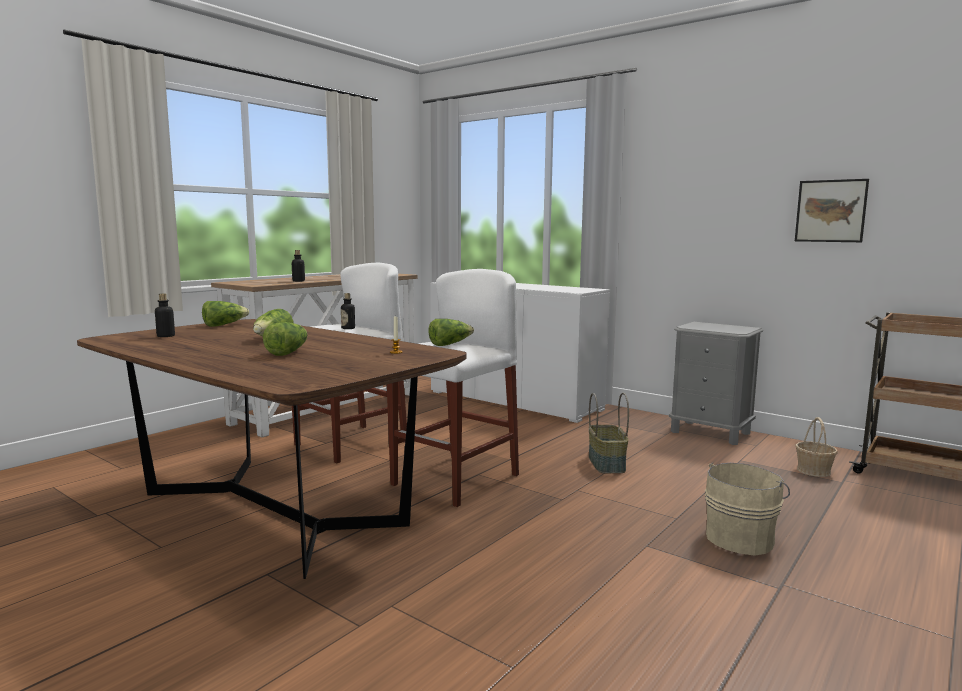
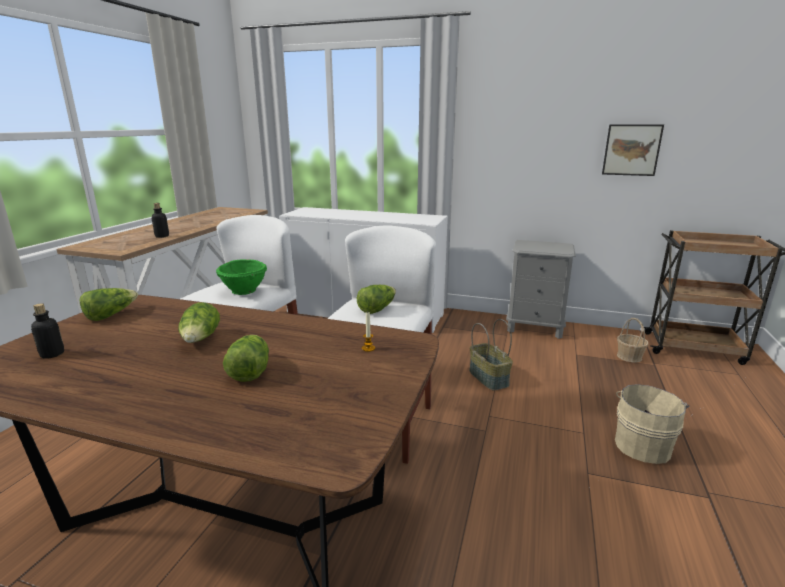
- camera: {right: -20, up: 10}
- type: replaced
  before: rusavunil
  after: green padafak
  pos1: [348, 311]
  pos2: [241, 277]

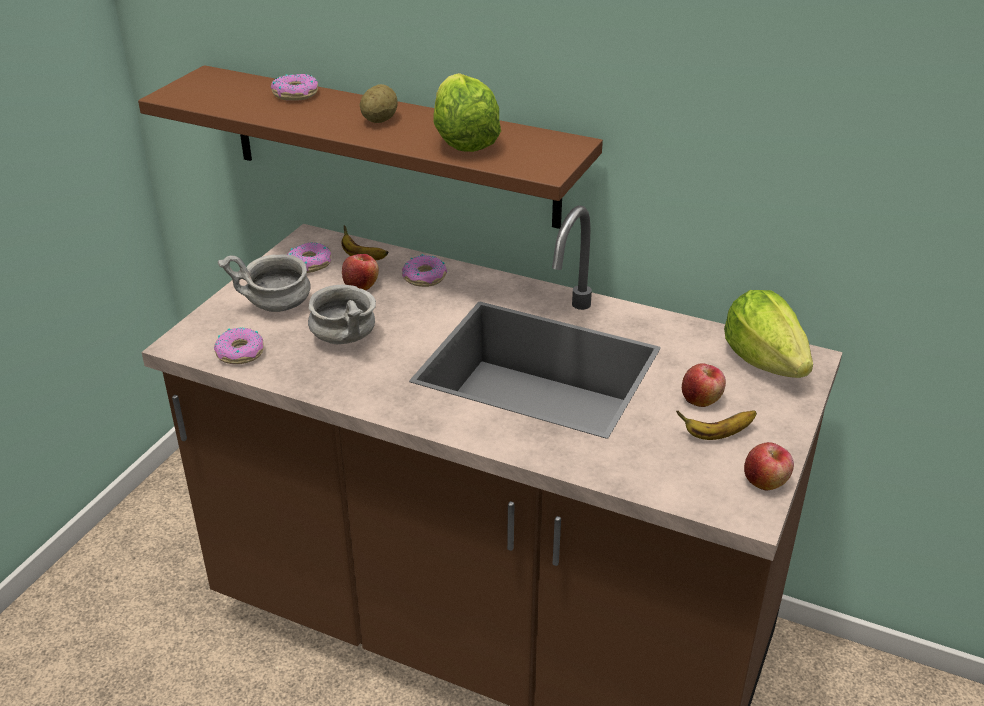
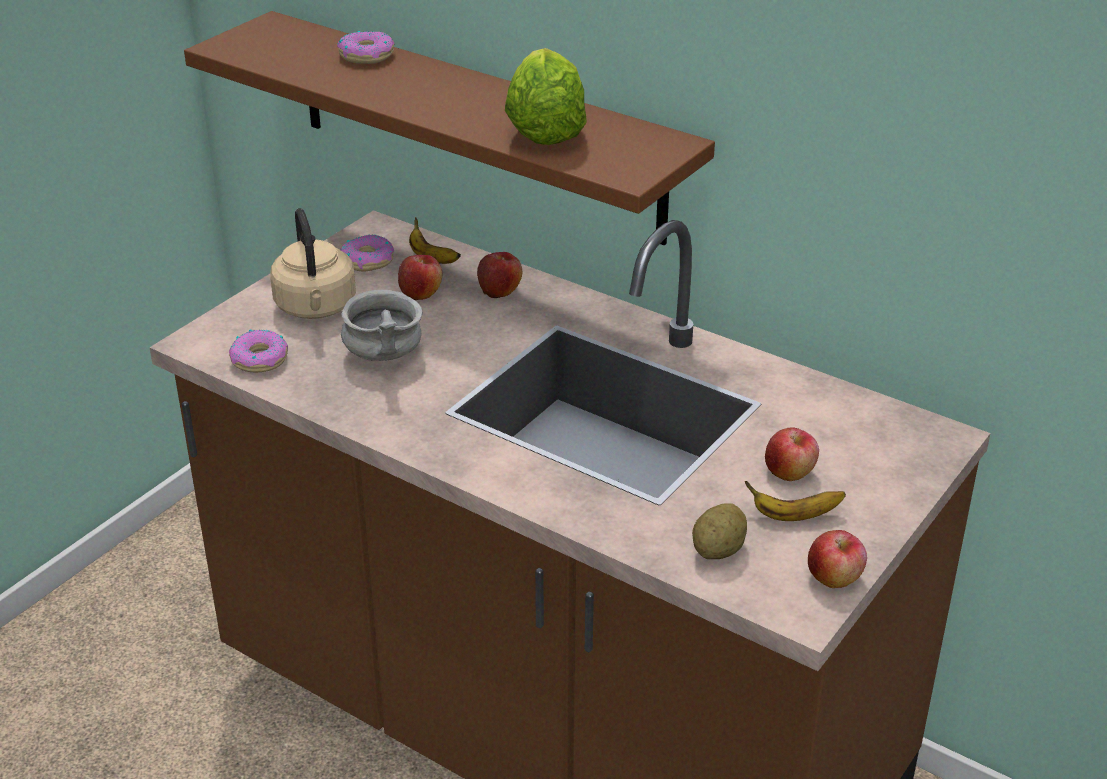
- camera: {right: 10, up: 0}
- type: replaced
  before: grey padafak
  after: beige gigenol
  pos1: [264, 283]
  pos2: [313, 263]
- type: replaced
  before: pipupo
  after: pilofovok
  pos1: [424, 270]
  pos2: [499, 275]
- type: moved
  before: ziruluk
  pos1: [379, 103]
  pos2: [719, 531]
- type: removed
  before: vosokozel
  pos1: [768, 334]

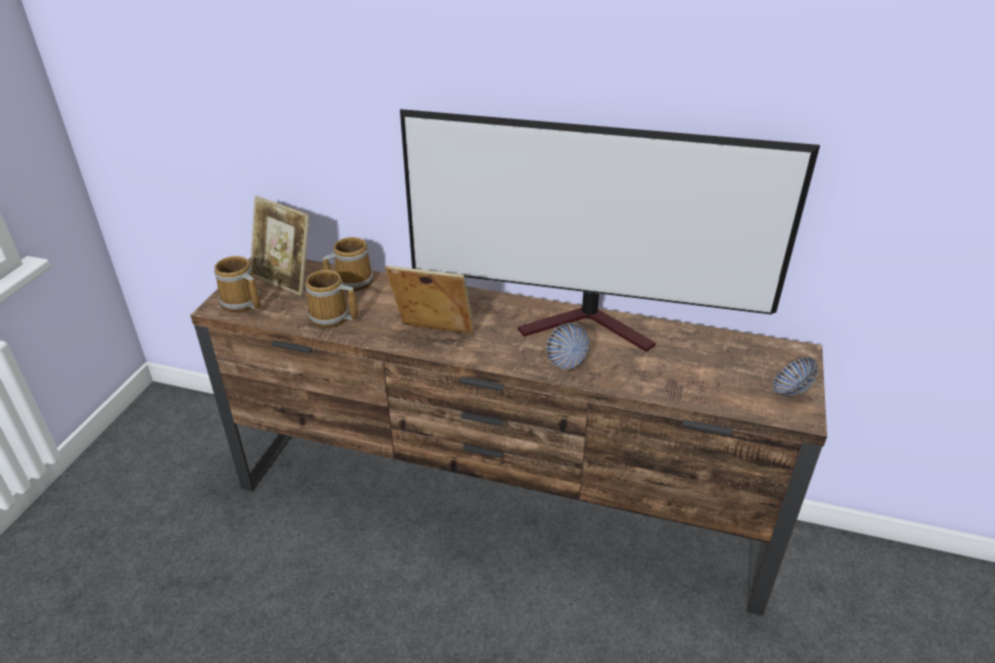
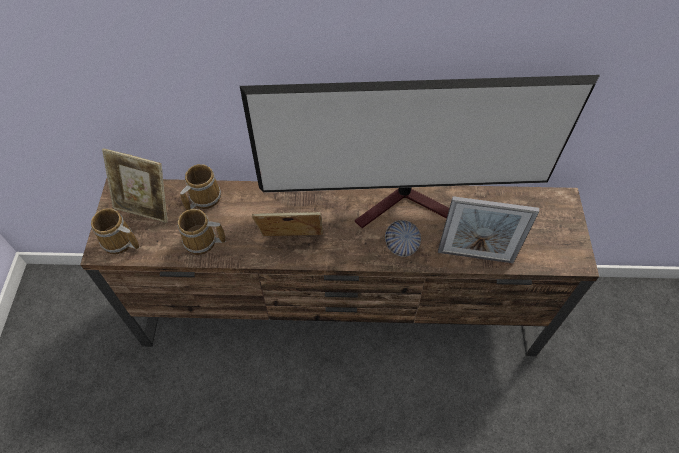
- camera: {right: -15, up: 20}
- type: added
  after: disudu
  pos2: [488, 229]
- type: removed
  before: padafak
  pos1: [795, 376]

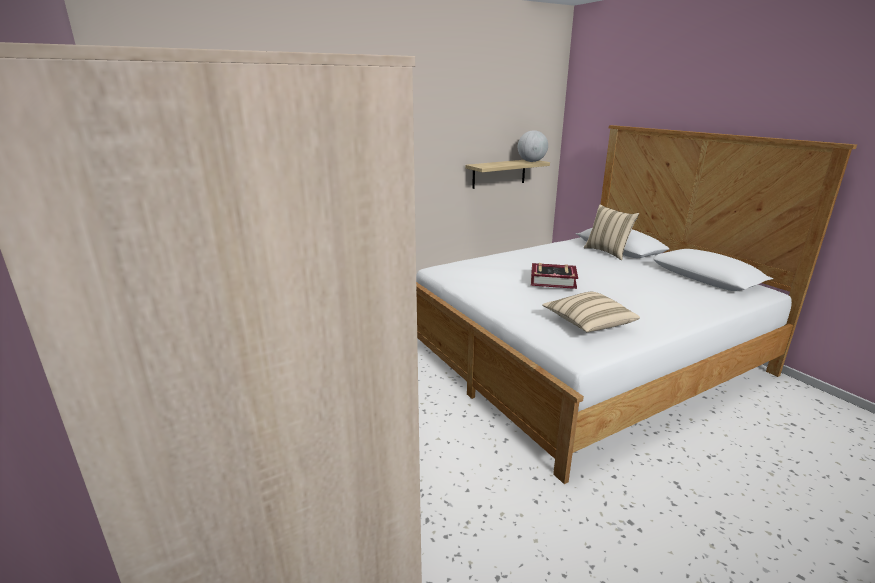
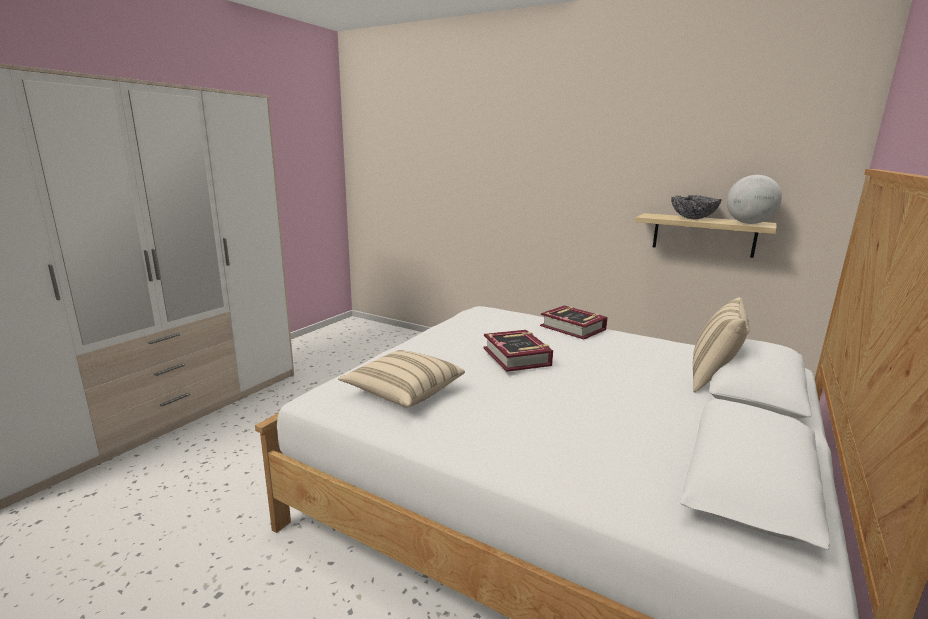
- camera: {right: 60, up: -5}
- type: added
  after: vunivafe
  pos2: [574, 322]
- type: added
  after: padafak
  pos2: [696, 207]

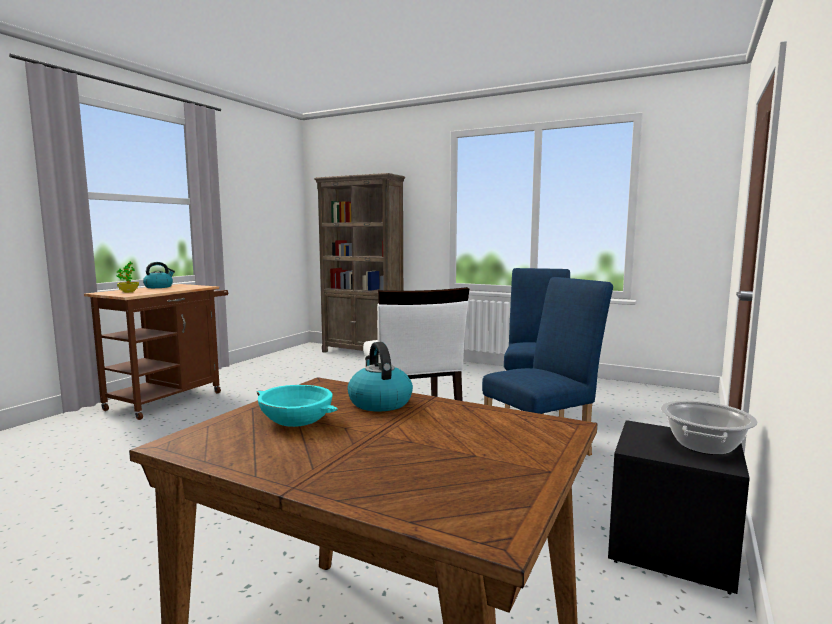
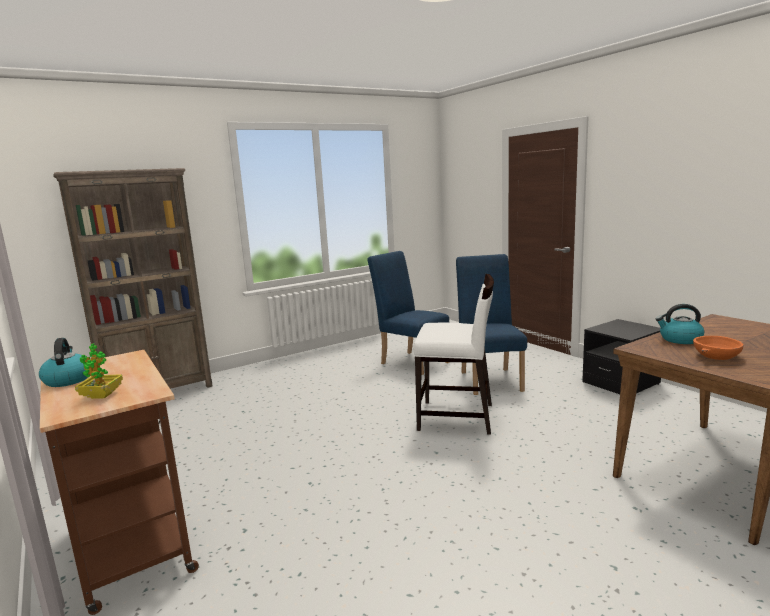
- camera: {right: -60, up: 5}
- type: recoloured
  before: turquoise padafak
  after: orange padafak
  pos1: [297, 406]
  pos2: [718, 348]
- type: removed
  before: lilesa
  pos1: [709, 427]

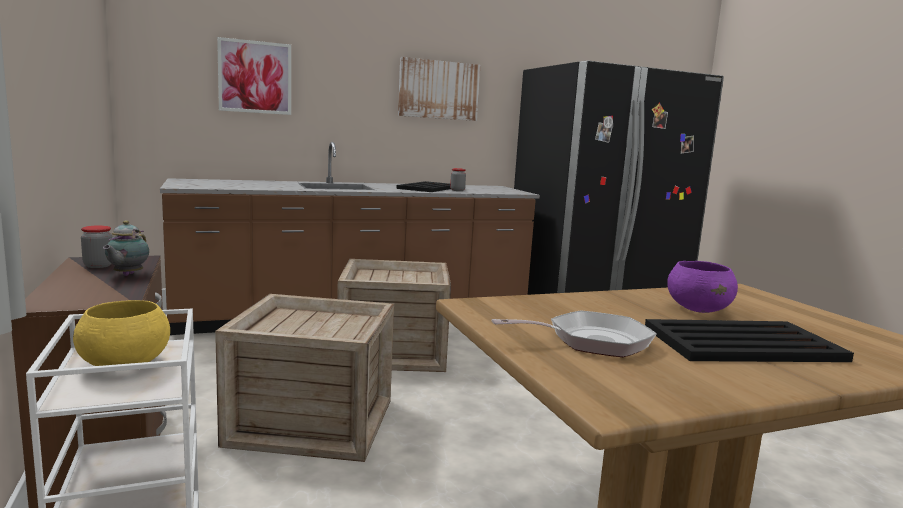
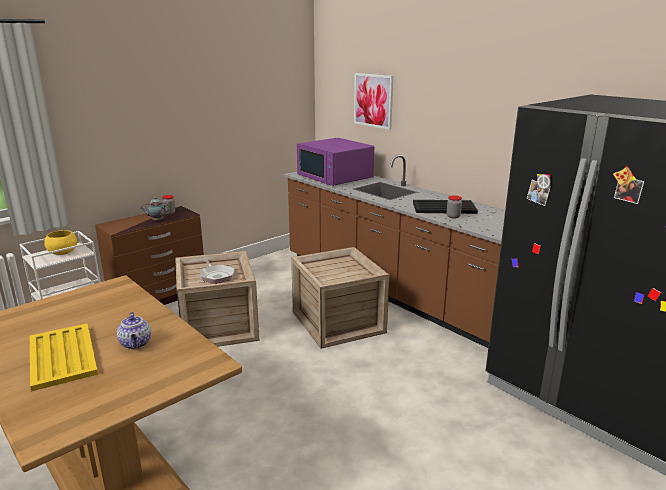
- camera: {right: 70, up: 10}
- type: recoloured
  before: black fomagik
  after: yellow fomagik
  pos1: [749, 340]
  pos2: [64, 357]
- type: replaced
  before: purple padafak
  after: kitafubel
  pos1: [702, 287]
  pos2: [134, 330]
- type: moved
  before: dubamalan
  pos1: [574, 333]
  pos2: [217, 270]
- type: added
  after: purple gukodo
  pos2: [335, 162]
- type: removed
  before: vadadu
  pos1: [439, 89]

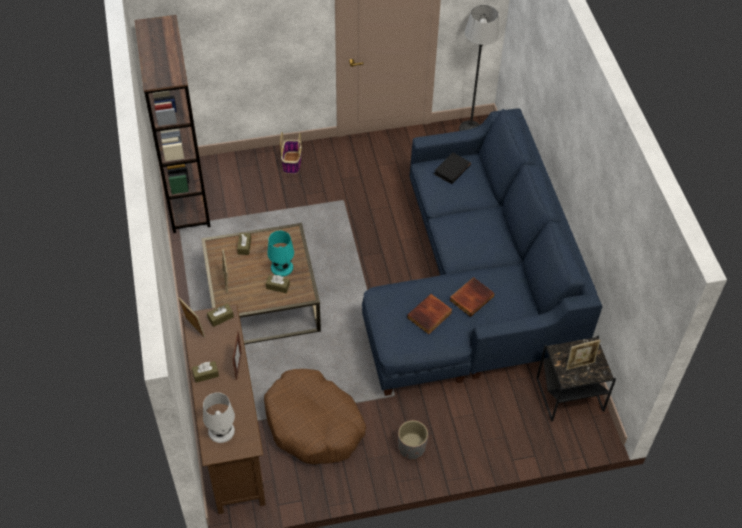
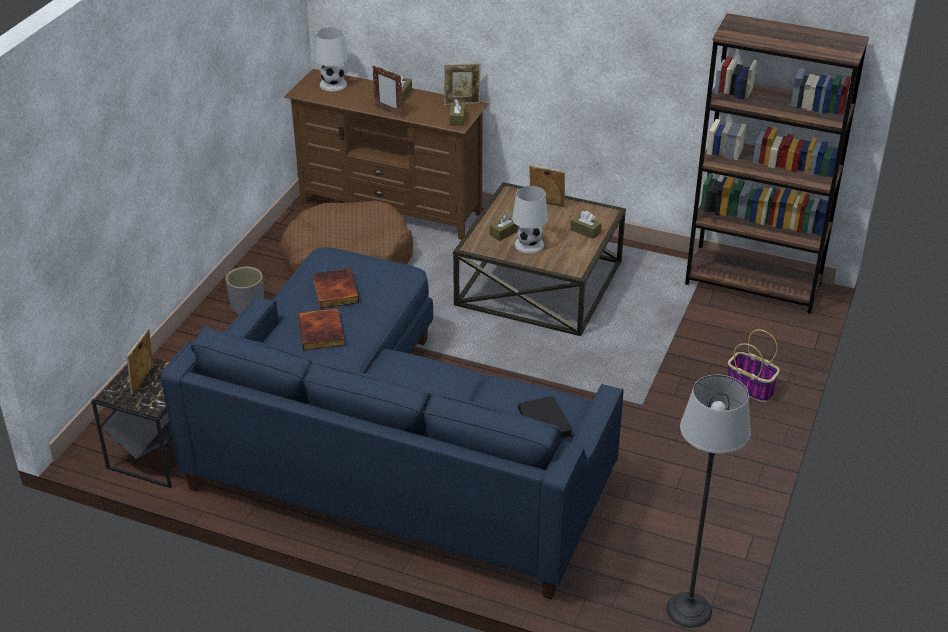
- camera: {right: 125, up: -15}
- type: recoloured
  before: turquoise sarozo
  after: white sarozo
  pos1: [280, 253]
  pos2: [530, 220]

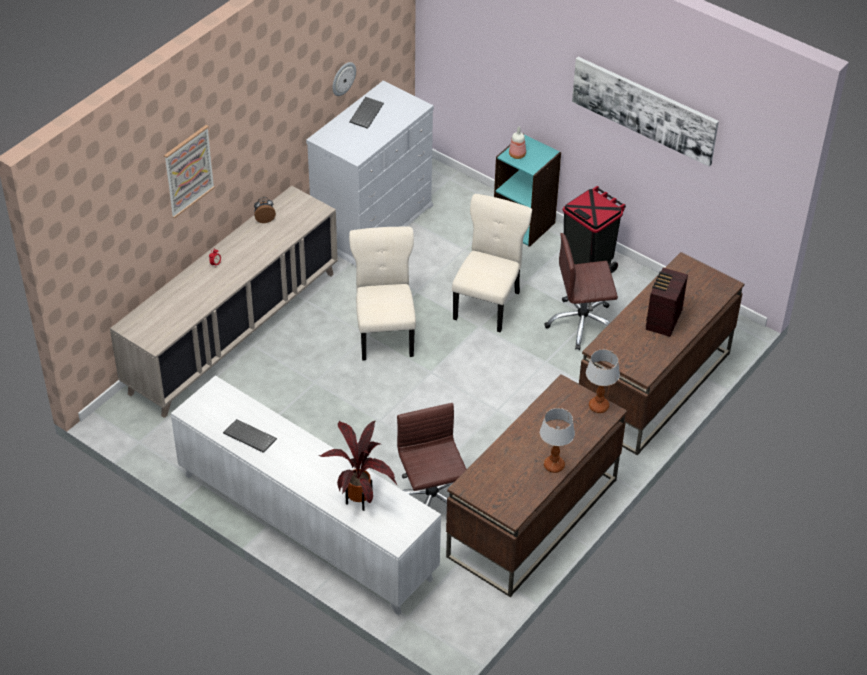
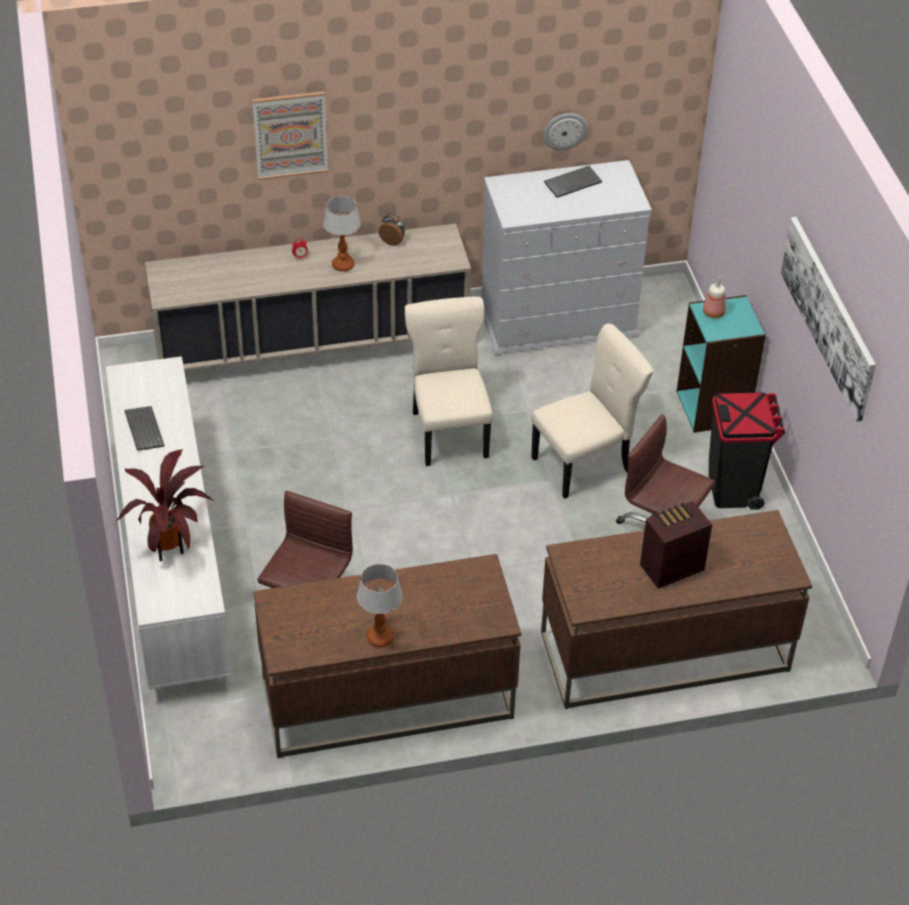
- camera: {right: 40, up: 0}
- type: moved
  before: sarozo
  pos1: [603, 381]
  pos2: [342, 233]
- type: turned
  before: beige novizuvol
  pos1: [382, 294]
  pos2: [449, 381]
  turn: -45

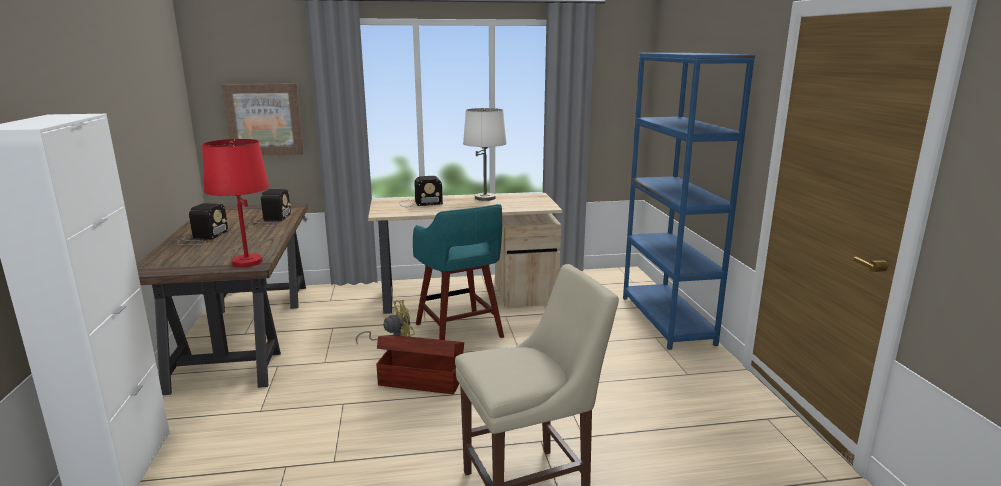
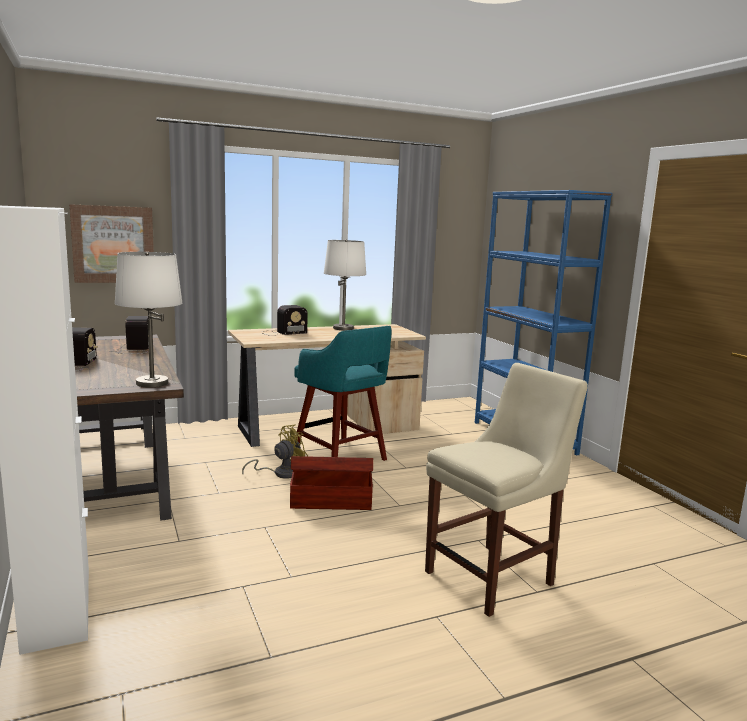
- camera: {right: -15, up: -5}
- type: recoloured
  before: red sarozo
  after: white sarozo
  pos1: [235, 203]
  pos2: [149, 319]

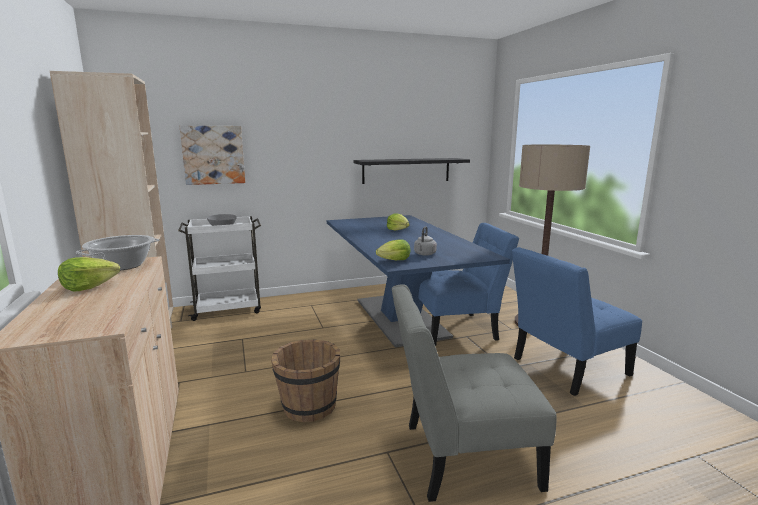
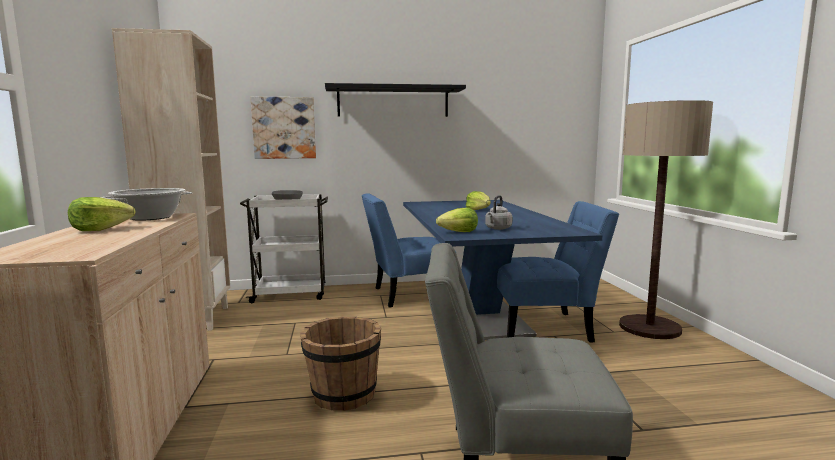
- camera: {right: 10, up: -5}
- type: moved
  before: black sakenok
  pos1: [411, 171]
  pos2: [395, 100]
- type: moved
  before: blue novizuvol
  pos1: [577, 321]
  pos2: [409, 250]

